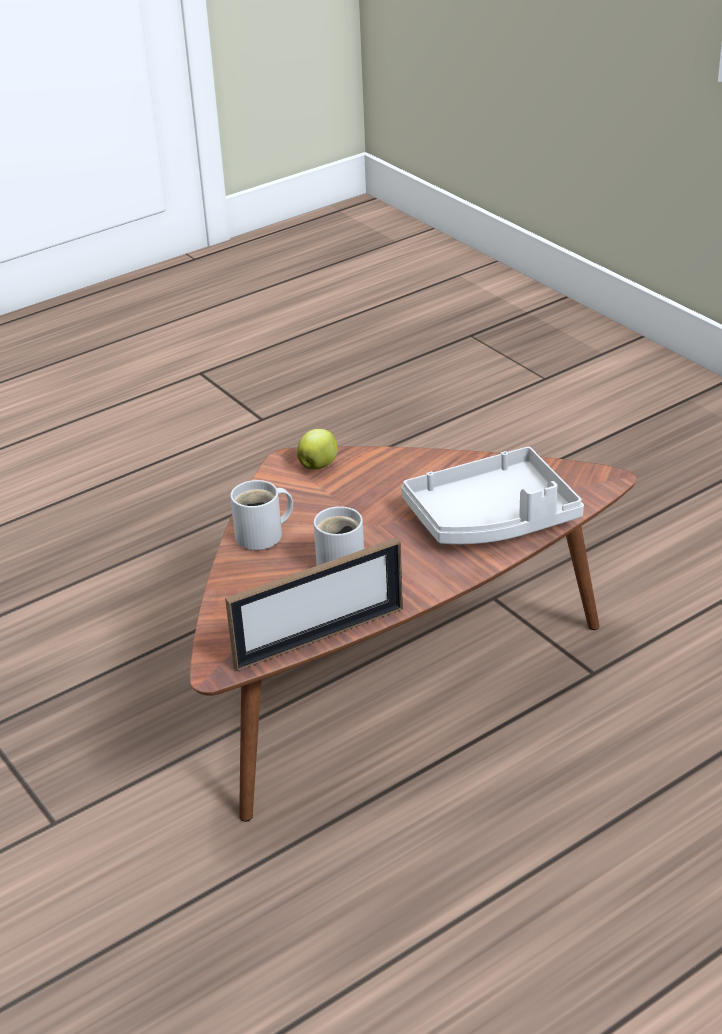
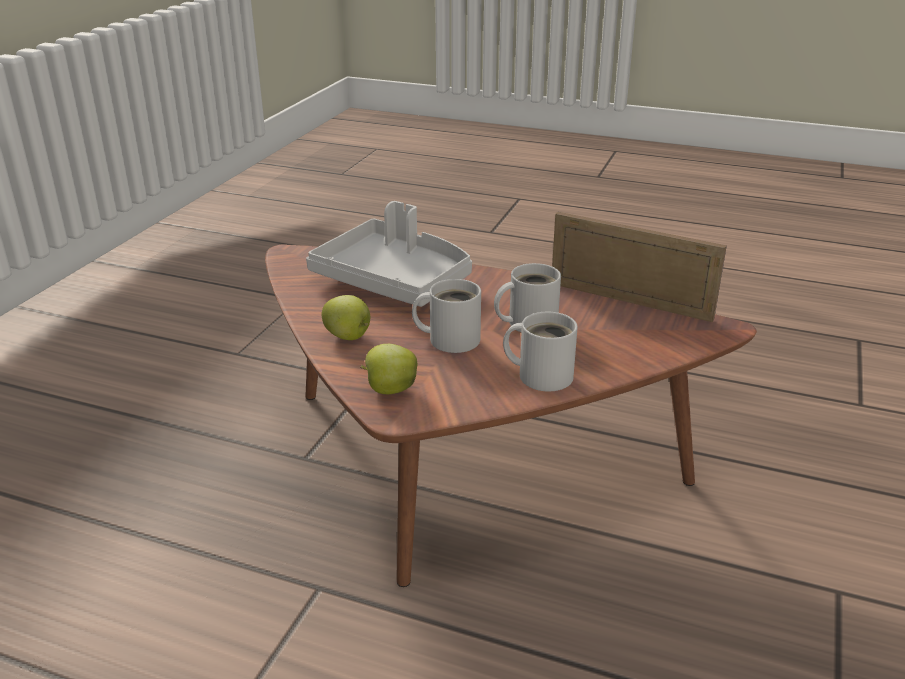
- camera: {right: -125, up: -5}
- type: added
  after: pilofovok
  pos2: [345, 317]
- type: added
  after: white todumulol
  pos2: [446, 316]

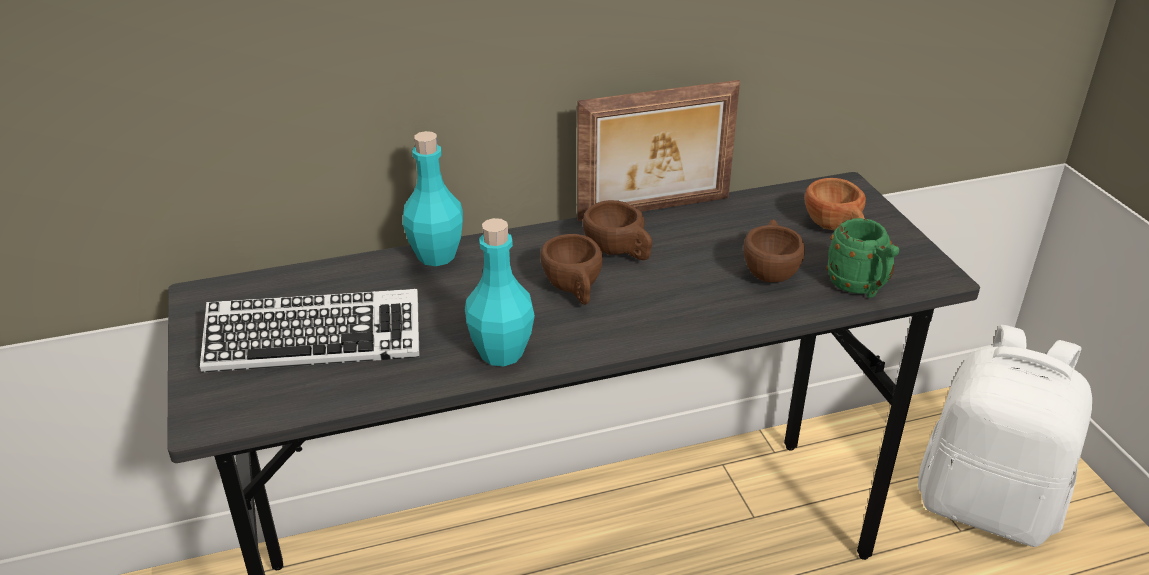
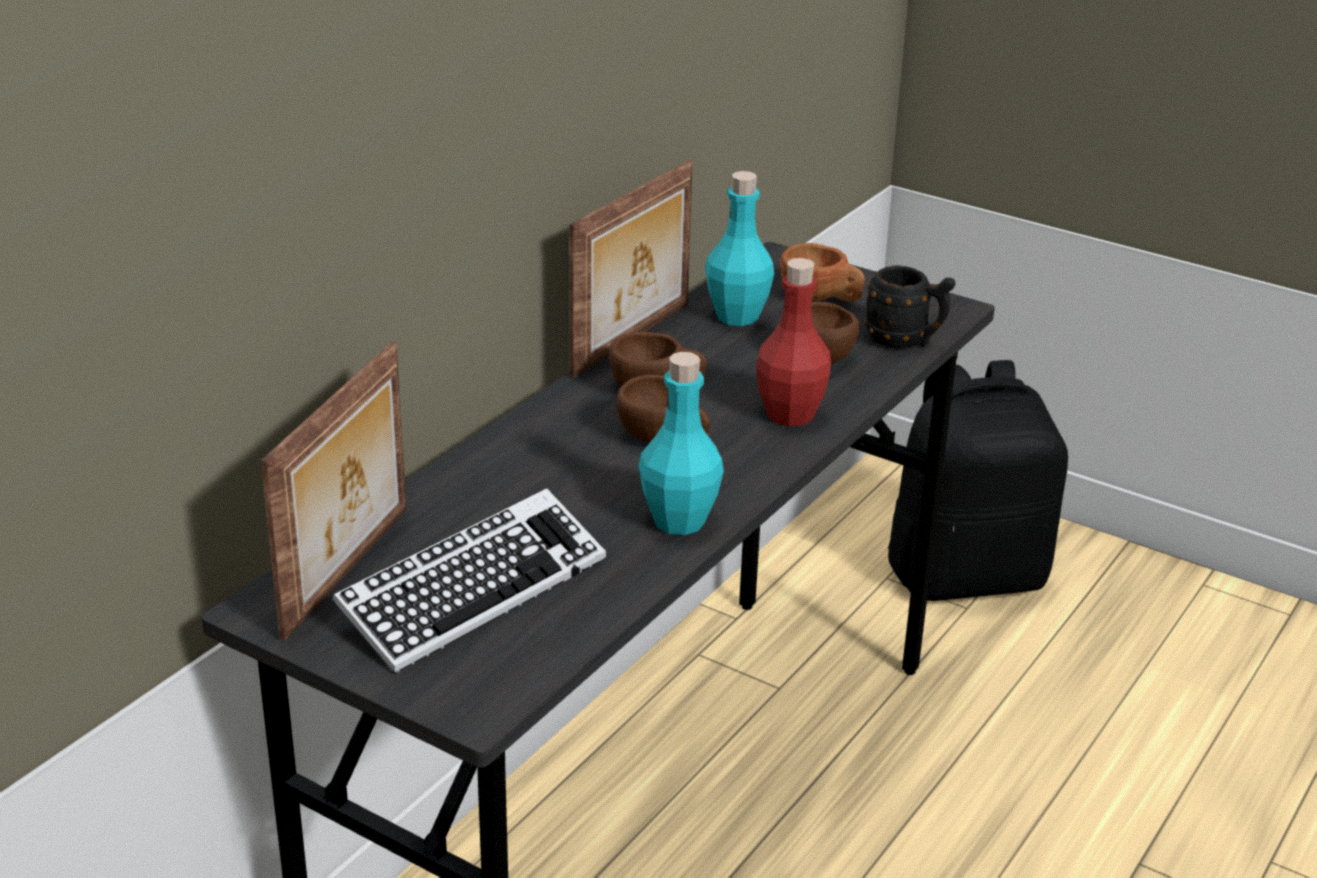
- camera: {right: -40, up: -5}
- type: added
  after: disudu
  pos2: [333, 491]
- type: moved
  before: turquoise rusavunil
  pos1: [433, 198]
  pos2: [739, 248]
- type: added
  after: red rusavunil
  pos2: [793, 342]
- type: recoloured
  before: green todumulol
  after: black todumulol
  pos1: [862, 258]
  pos2: [910, 306]
- type: recoloured
  before: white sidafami
  after: black sidafami
  pos1: [1005, 436]
  pos2: [978, 480]

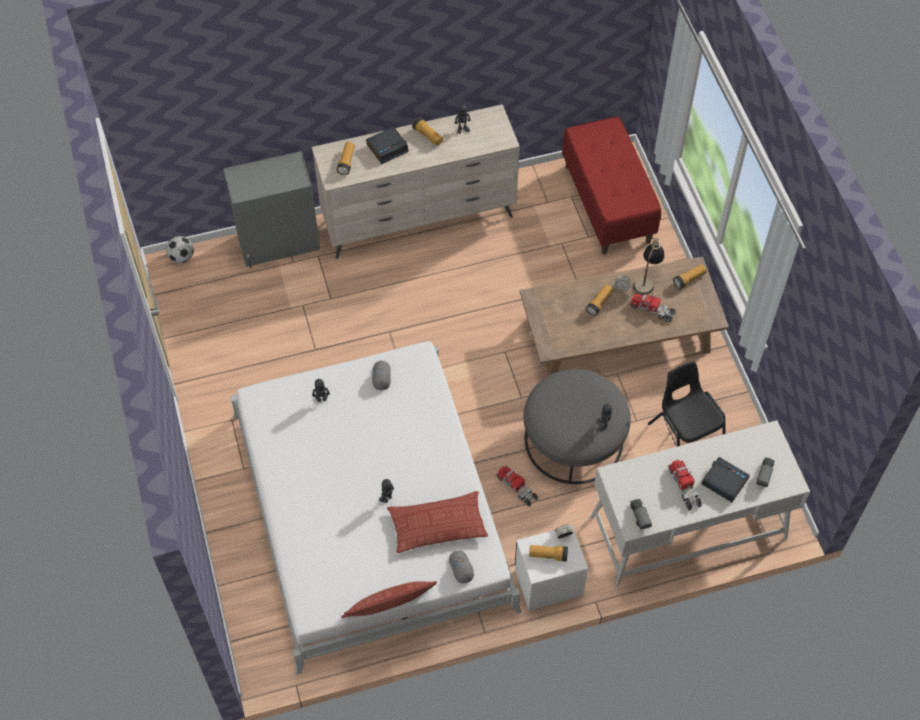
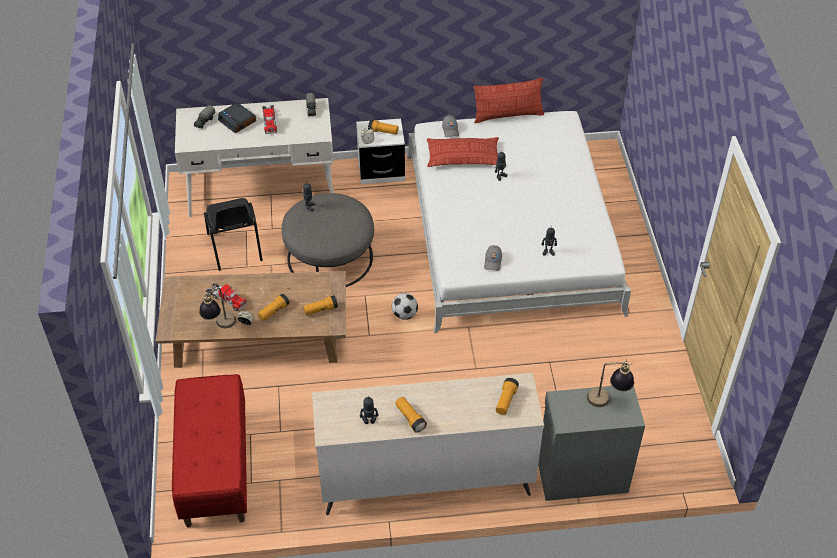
- camera: {right: -170, up: -10}
- type: moved
  before: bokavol
  pos1: [690, 276]
  pos2: [320, 305]
- type: moved
  before: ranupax
  pos1: [180, 249]
  pos2: [405, 306]
- type: added
  after: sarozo
  pos2: [610, 383]
- type: removed
  before: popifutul
  pos1: [387, 145]
- type: removed
  before: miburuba
  pos1: [517, 486]

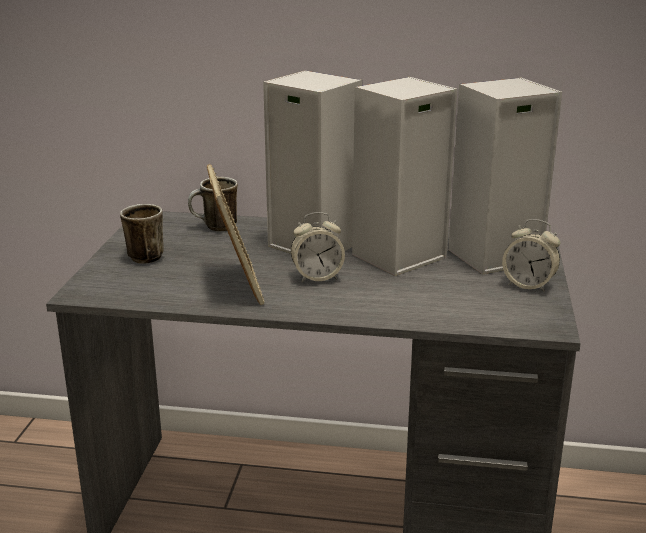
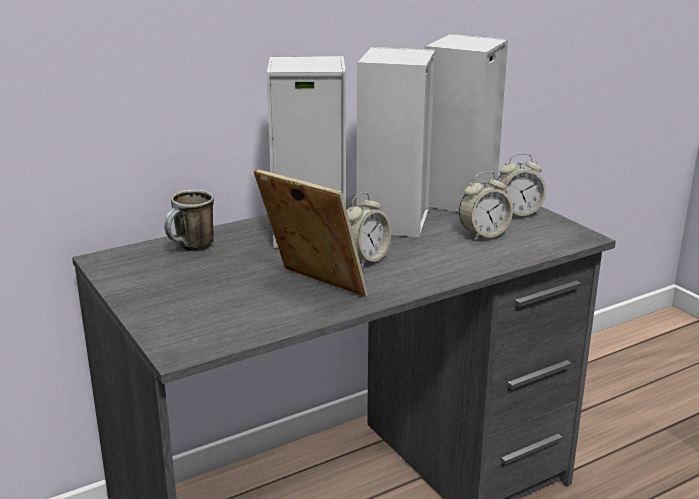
- camera: {right: -40, up: 0}
- type: added
  after: popifutul
  pos2: [486, 205]
- type: removed
  before: todumulol
  pos1: [142, 234]

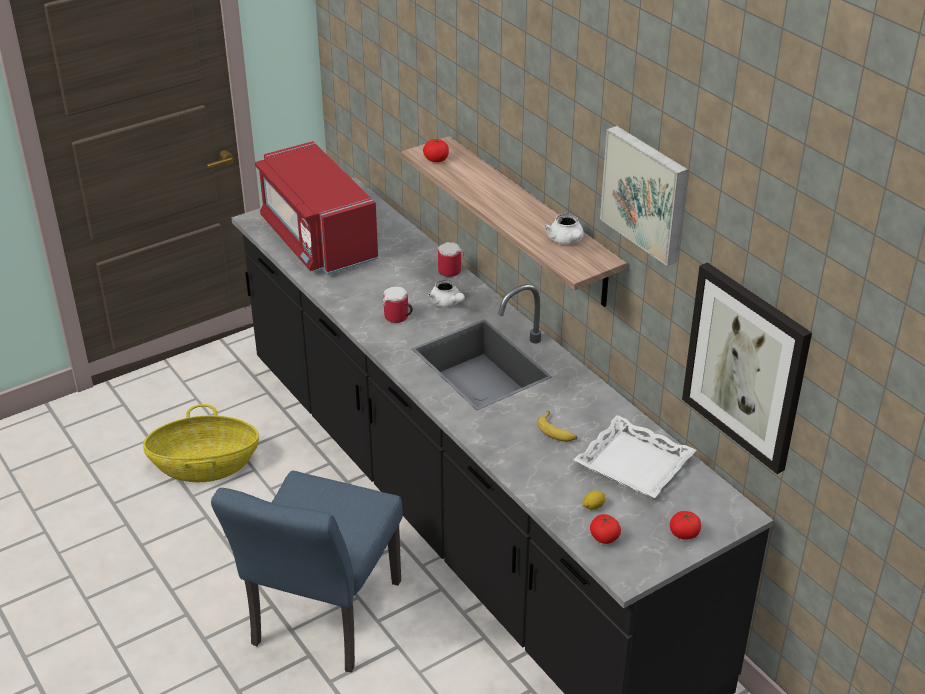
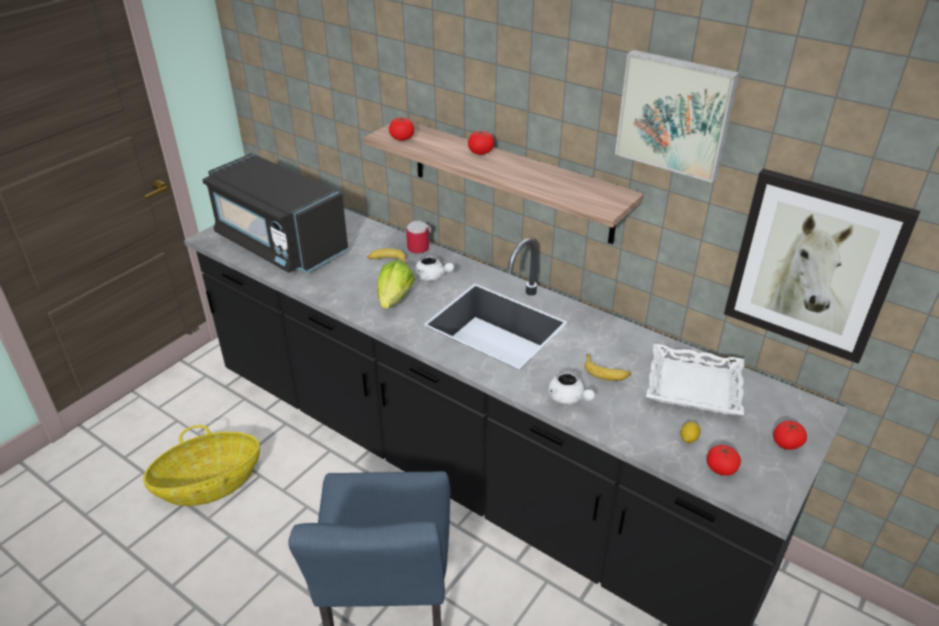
- camera: {right: -20, up: 0}
- type: recoloured
  before: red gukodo
  after: black gukodo
  pos1: [316, 208]
  pos2: [275, 213]
- type: added
  after: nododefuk
  pos2: [386, 256]
- type: replaced
  before: todumulol
  after: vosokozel
  pos1: [398, 305]
  pos2: [396, 284]
- type: added
  after: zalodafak
  pos2: [481, 143]
- type: moved
  before: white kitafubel
  pos1: [564, 229]
  pos2: [571, 387]

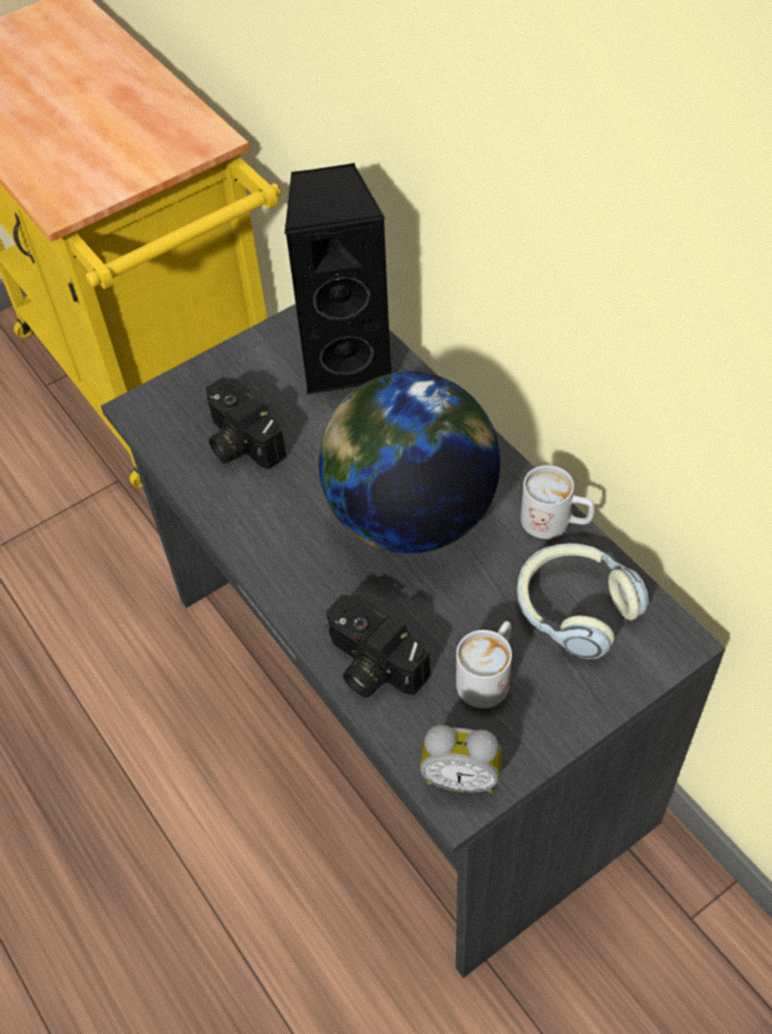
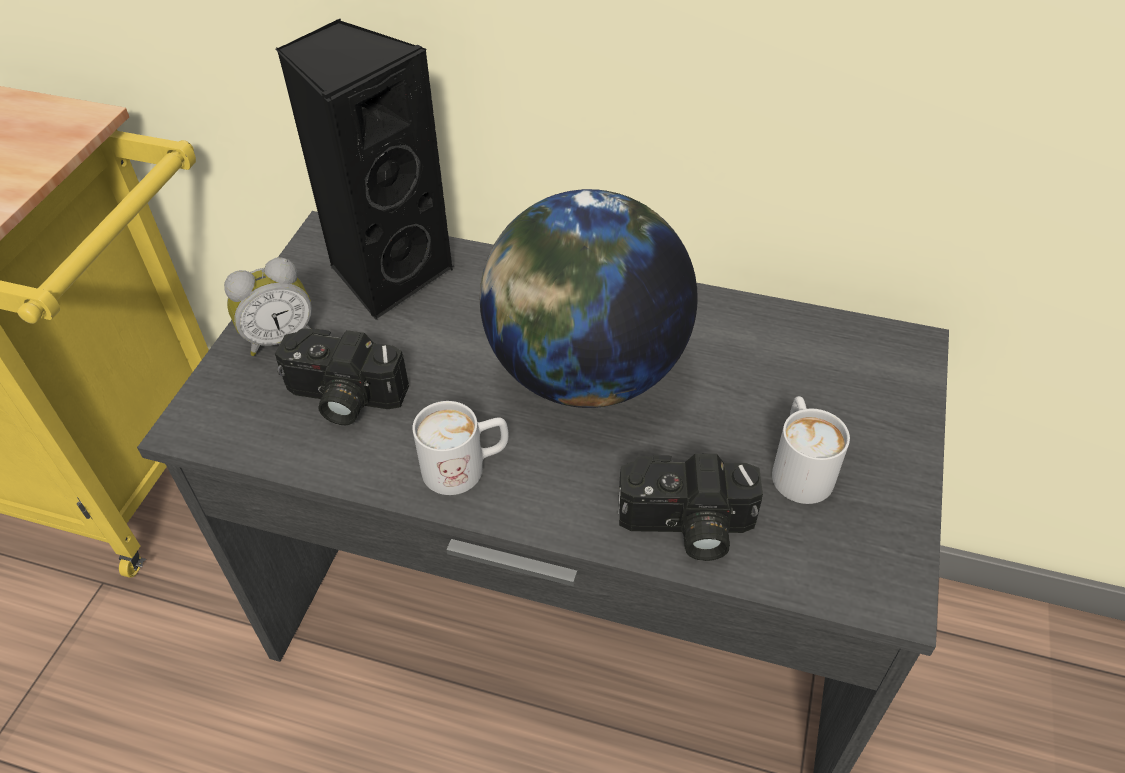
- camera: {right: -40, up: -5}
- type: moved
  before: popifutul
  pos1: [461, 759]
  pos2: [268, 306]
- type: moved
  before: white todumulol
  pos1: [558, 502]
  pos2: [460, 448]
- type: removed
  before: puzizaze
  pos1: [583, 601]

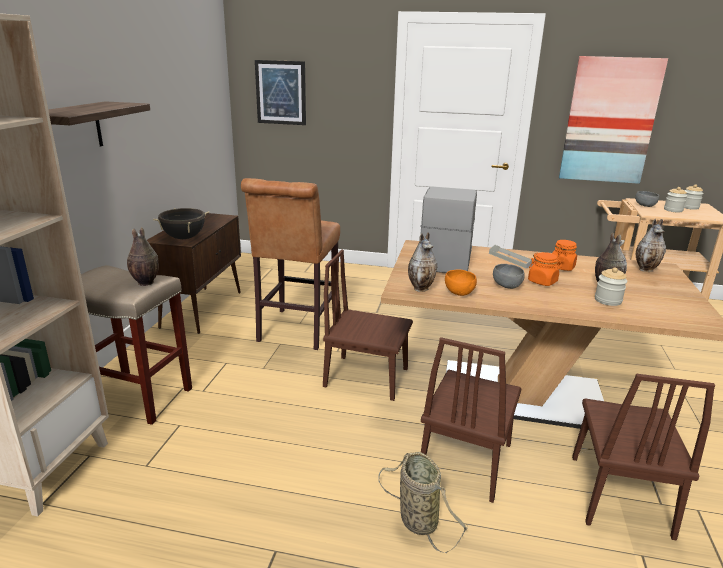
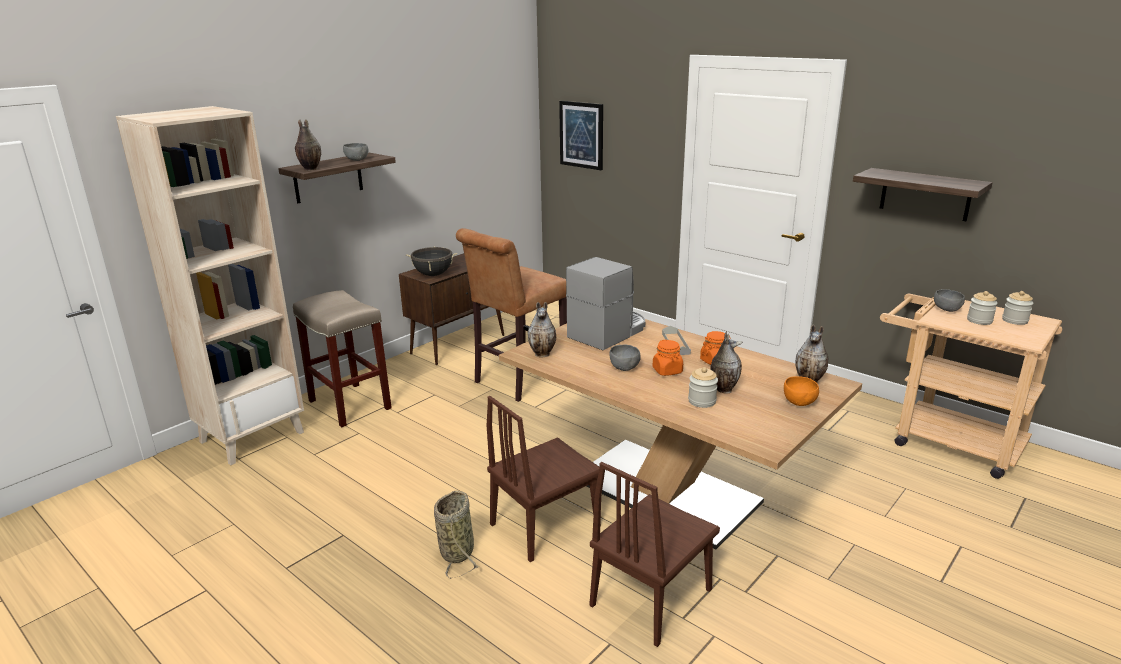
- camera: {right: 30, up: 0}
- type: moved
  before: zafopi
  pos1: [143, 256]
  pos2: [308, 144]
- type: added
  after: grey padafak
  pos2: [355, 152]
- type: moved
  before: orange padafak
  pos1: [461, 283]
  pos2: [801, 391]
- type: replaced
  before: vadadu
  after: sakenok
  pos1: [613, 120]
  pos2: [923, 194]
- type: removed
  before: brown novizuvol
  pos1: [368, 325]

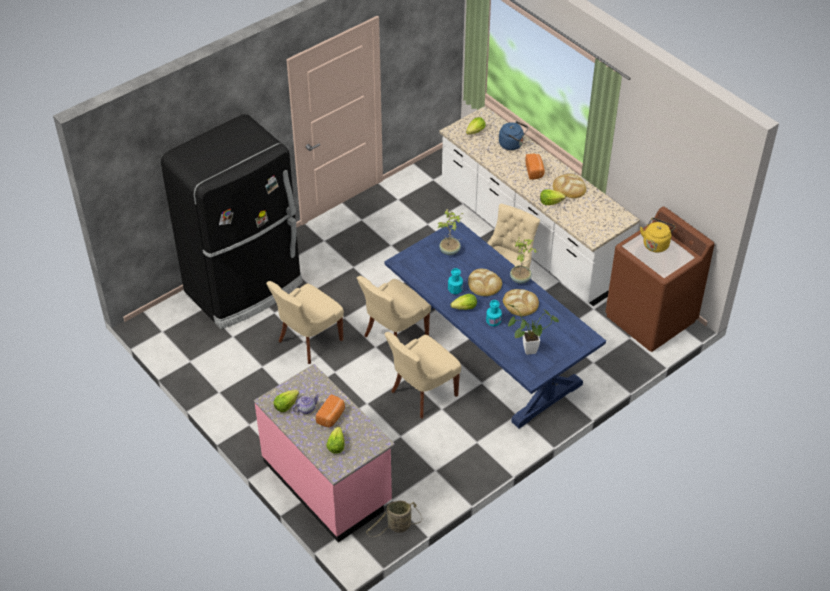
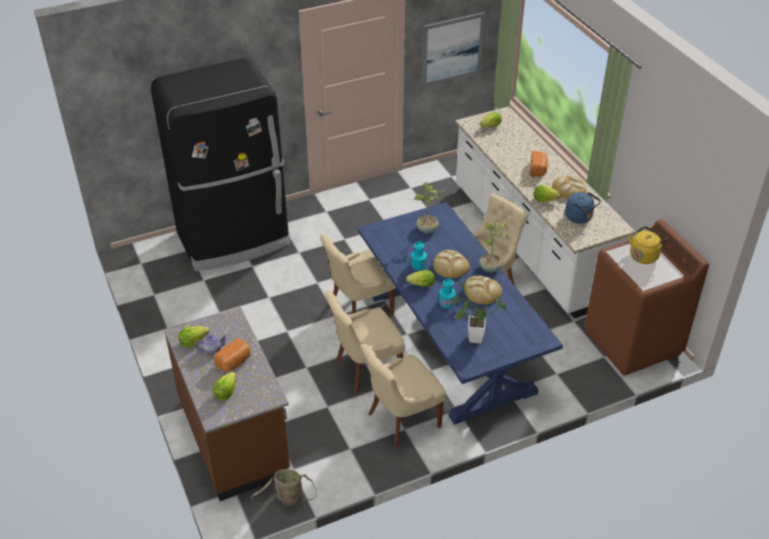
- camera: {right: 15, up: -5}
- type: recoloured
  before: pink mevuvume
  after: brown mevuvume
  pos1: [324, 453]
  pos2: [227, 404]
- type: moved
  before: beige novizuvol
  pos1: [305, 322]
  pos2: [403, 396]
- type: added
  after: vadadu
  pos2: [453, 49]
- type: moved
  before: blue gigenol
  pos1: [513, 135]
  pos2: [583, 208]

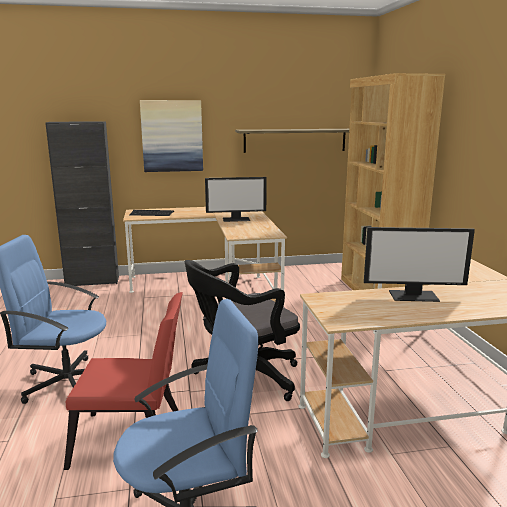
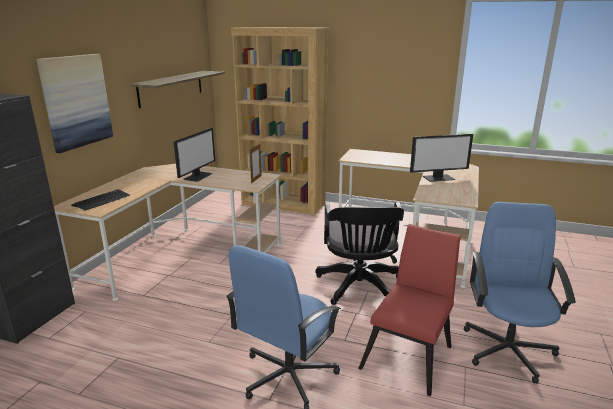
- camera: {right: -60, up: 5}
- type: added
  after: disudu
  pos2: [256, 164]
- type: turned
  before: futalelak
  pos1: [419, 264]
  pos2: [441, 158]
  turn: 45

